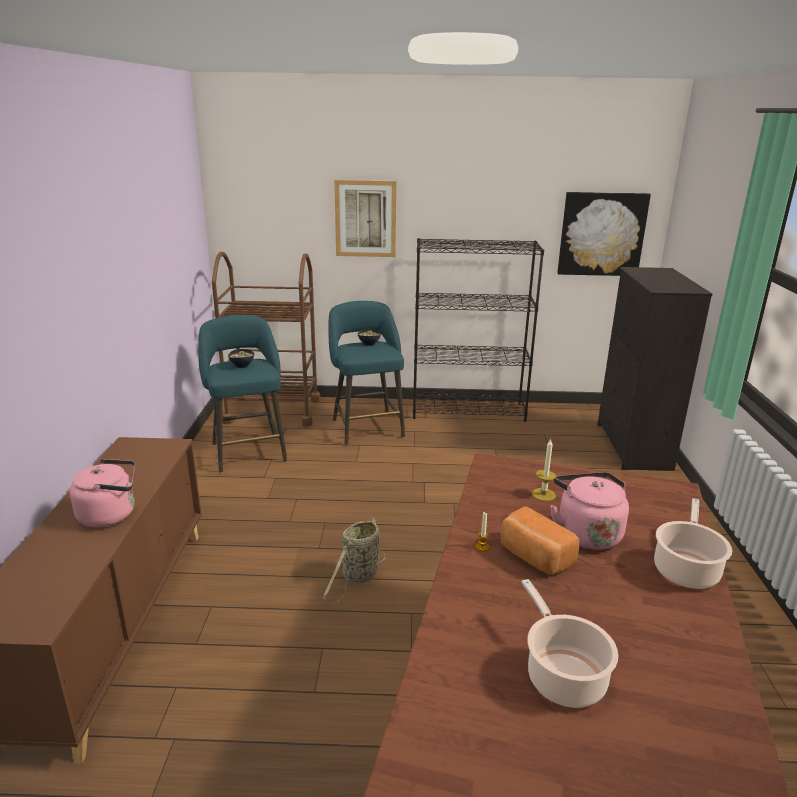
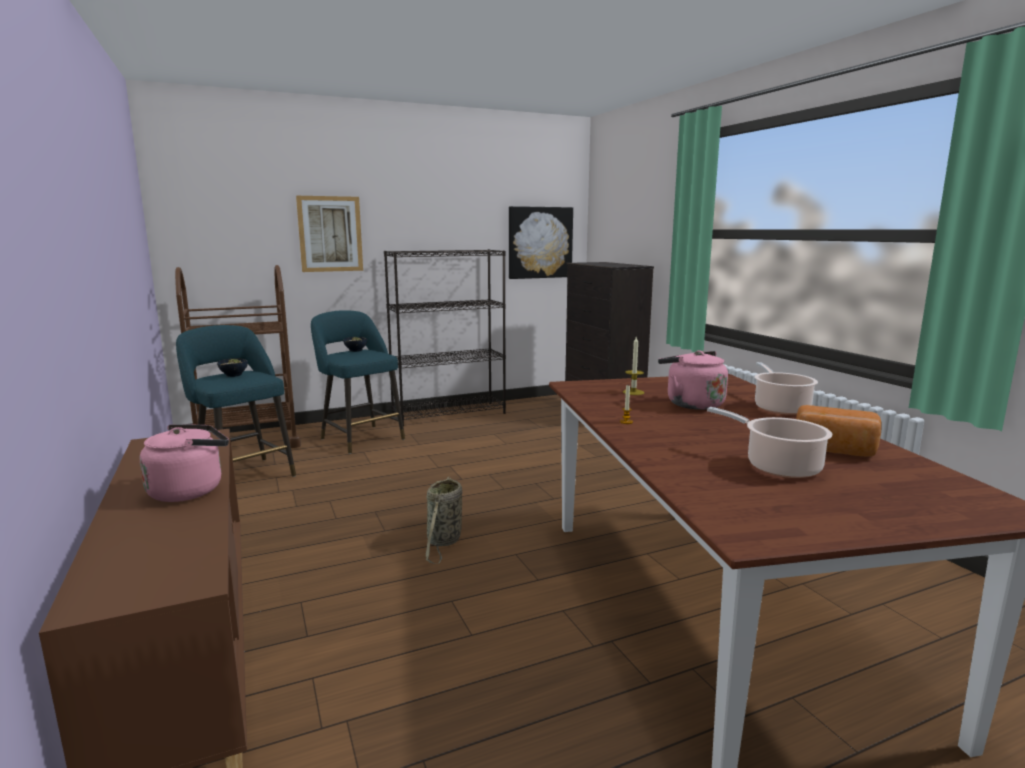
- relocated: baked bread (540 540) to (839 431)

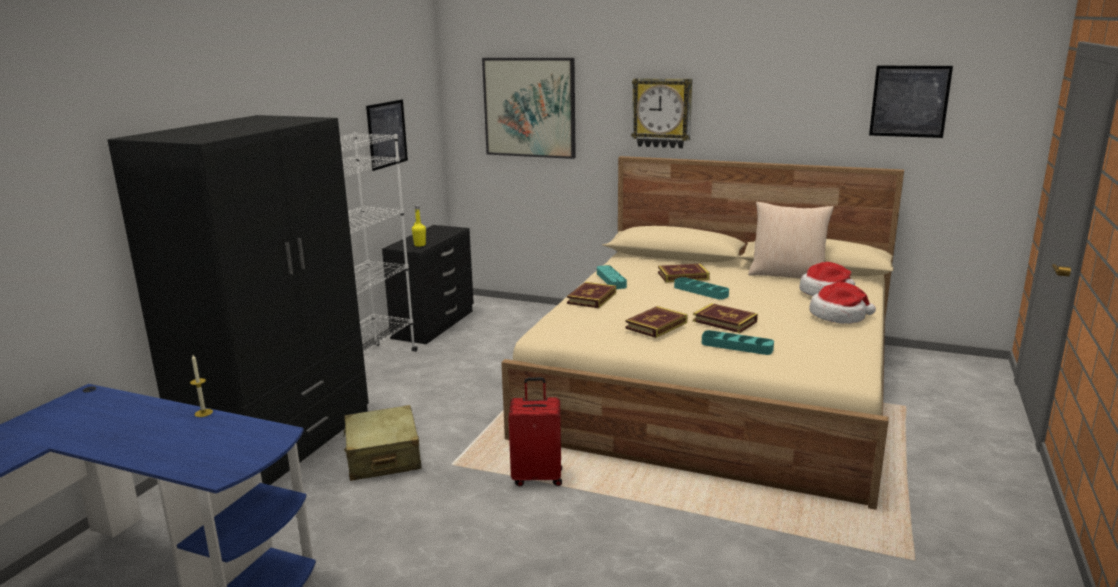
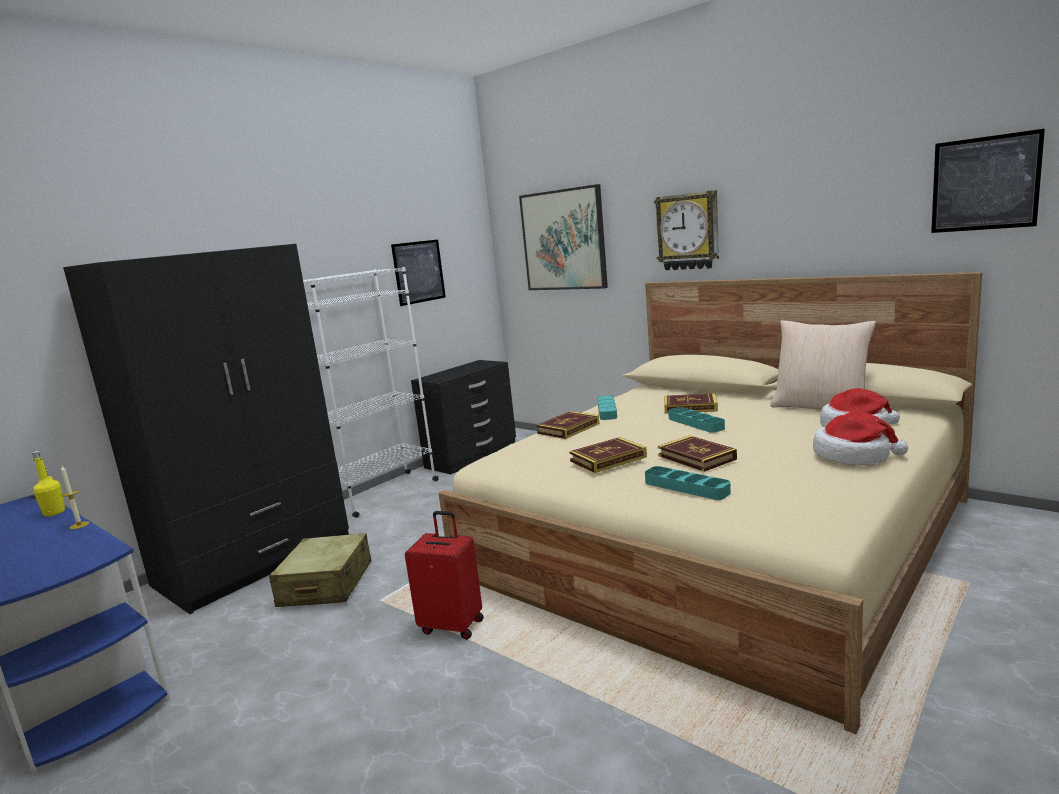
- relocated: bottle/yellow-coloured (419 226) to (48 483)

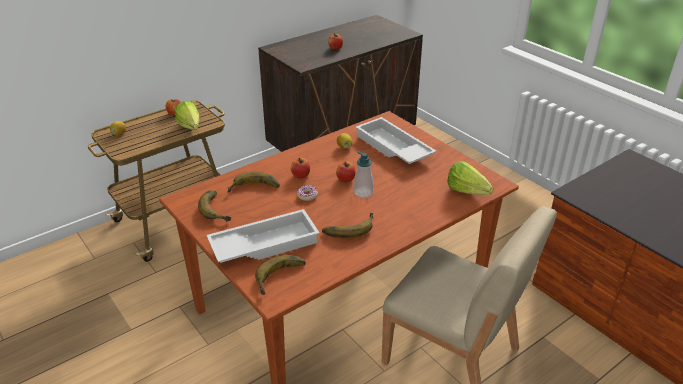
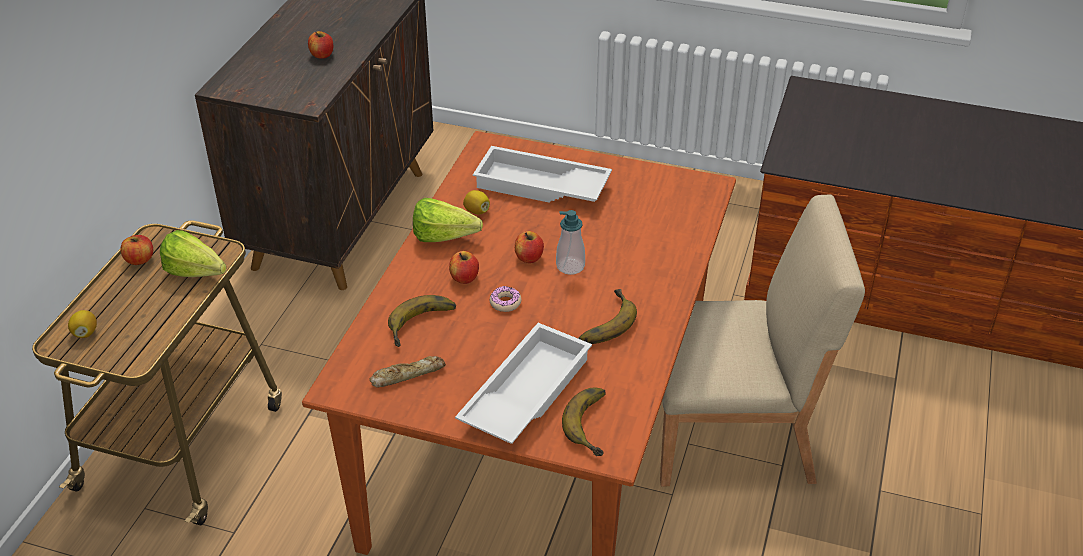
- relocated: head of lettuce (470 178) to (448 220)
- exchanged: banana fruit (214 206) to baked bread (407 372)

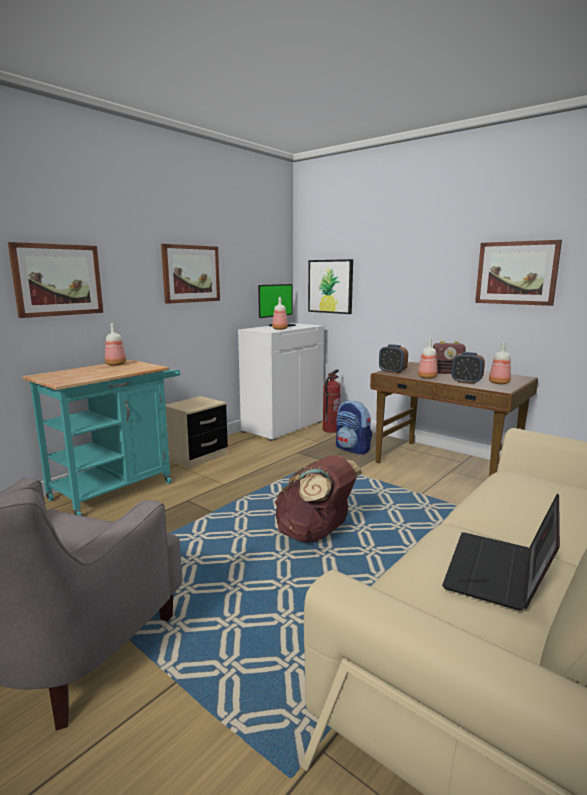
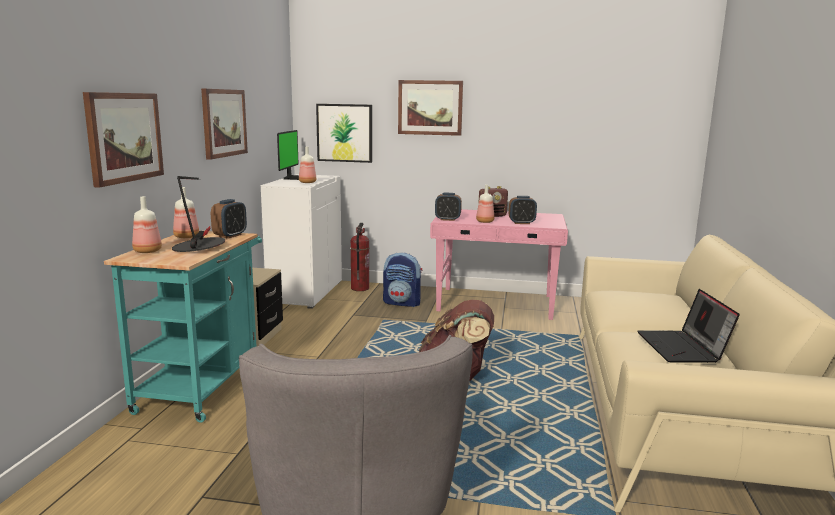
- relocated: wall art (518 273) to (430 108)
- relocated: bottle (500 363) to (147 224)
- colour: desk unit/brown (454 419) to desk unit/pink (499 264)
- appeared: table lamp (198 214)
- appeared: bedside clock (229 218)

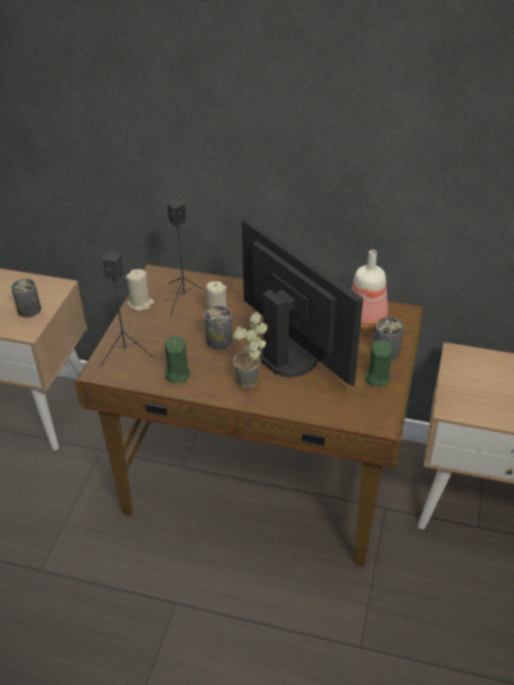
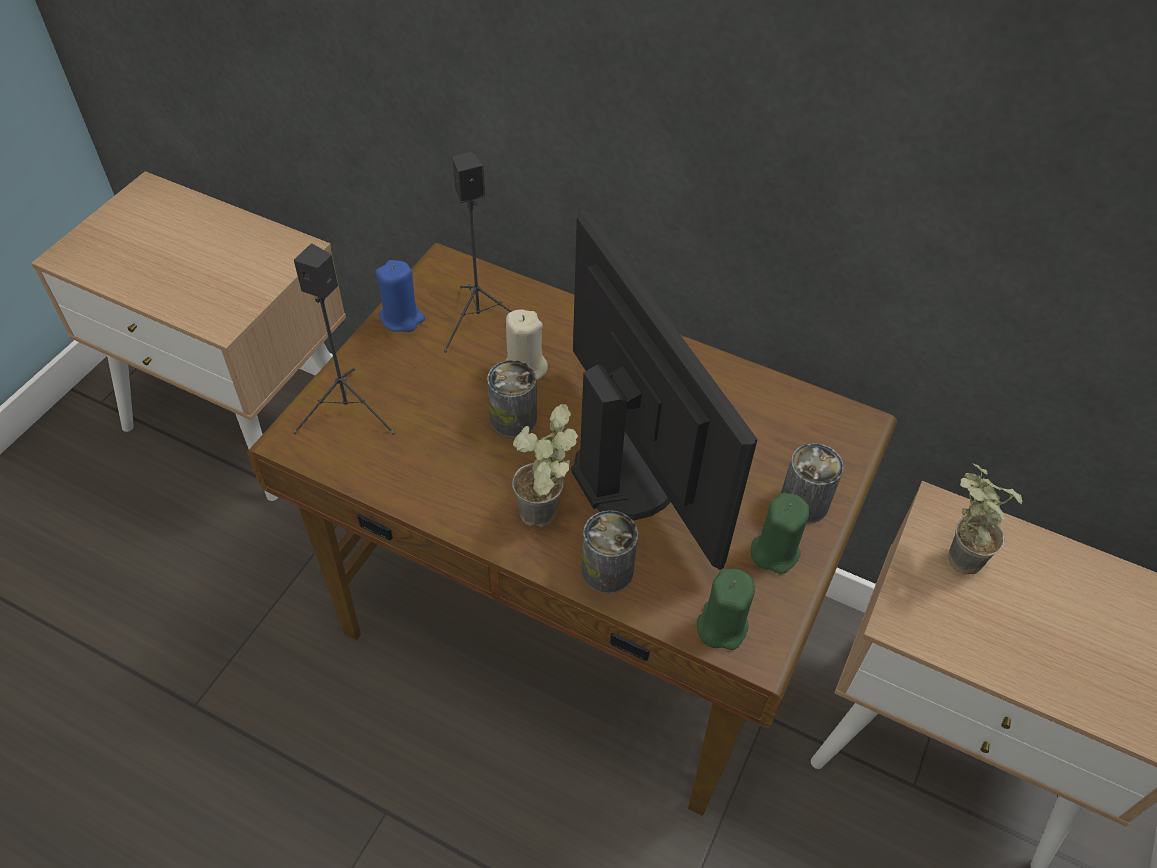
- missing: bottle (369 290)
- colour: candle/sand-coloured (140 290) to candle/bluish (400 296)
- relocated: sealed can (26 298) to (609 552)
- relocated: candle/green (177 359) to (726 609)
- appeared: plant in a pot (985 519)

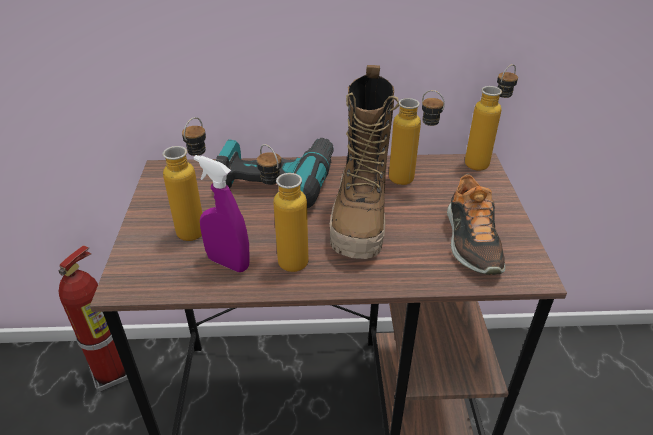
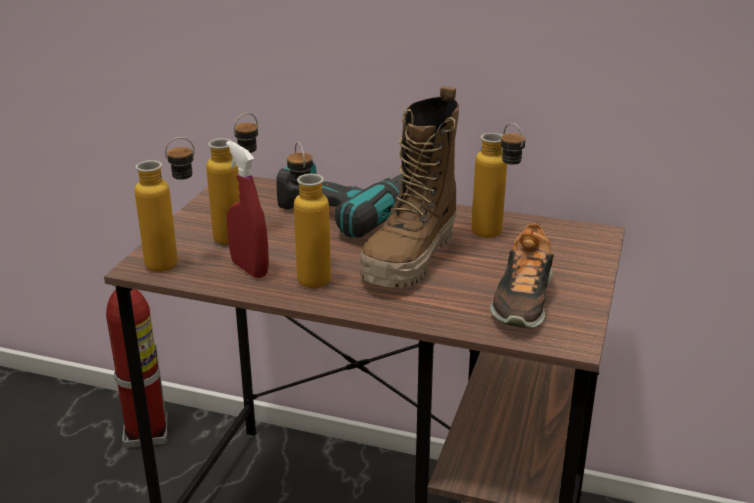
- relocated: bottle (491 117) to (165 204)
- colour: hand sprayer/purple-coloured (222 213) to hand sprayer/reddish (247 209)

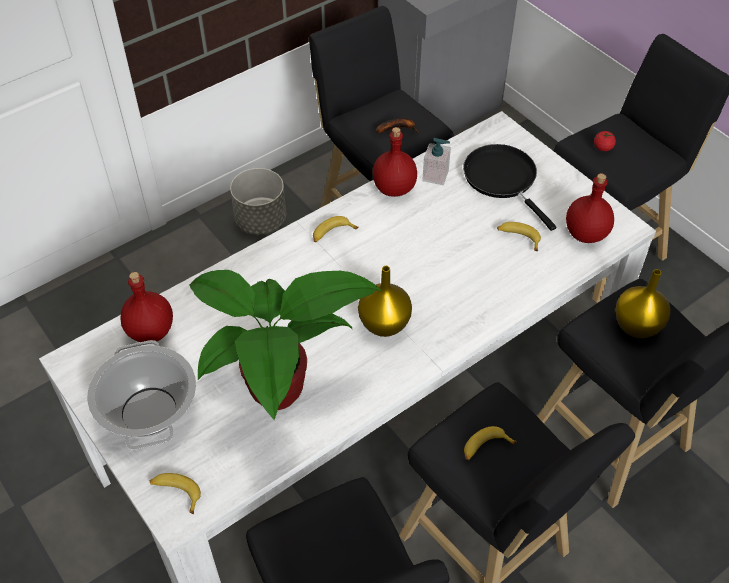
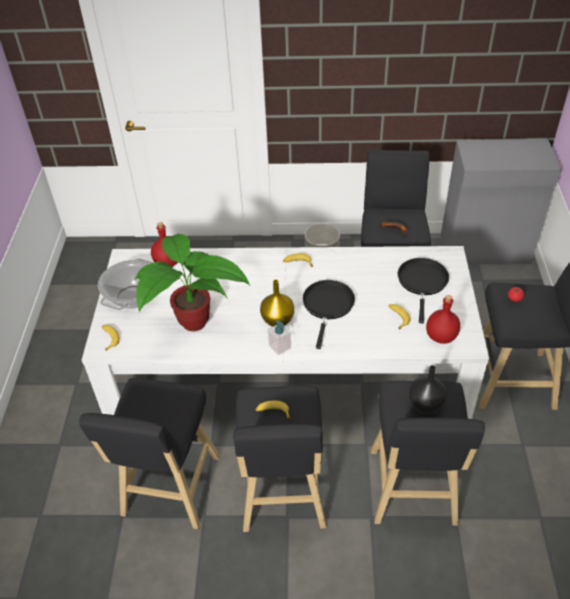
- missing: bottle/reddish (395 162)
- relocated: soap dispenser (436 161) to (279 337)
- colour: flower vase/yellow-coloured (642 303) to flower vase/black-coloured (427 389)
- appeared: pan/black-coloured (328 314)

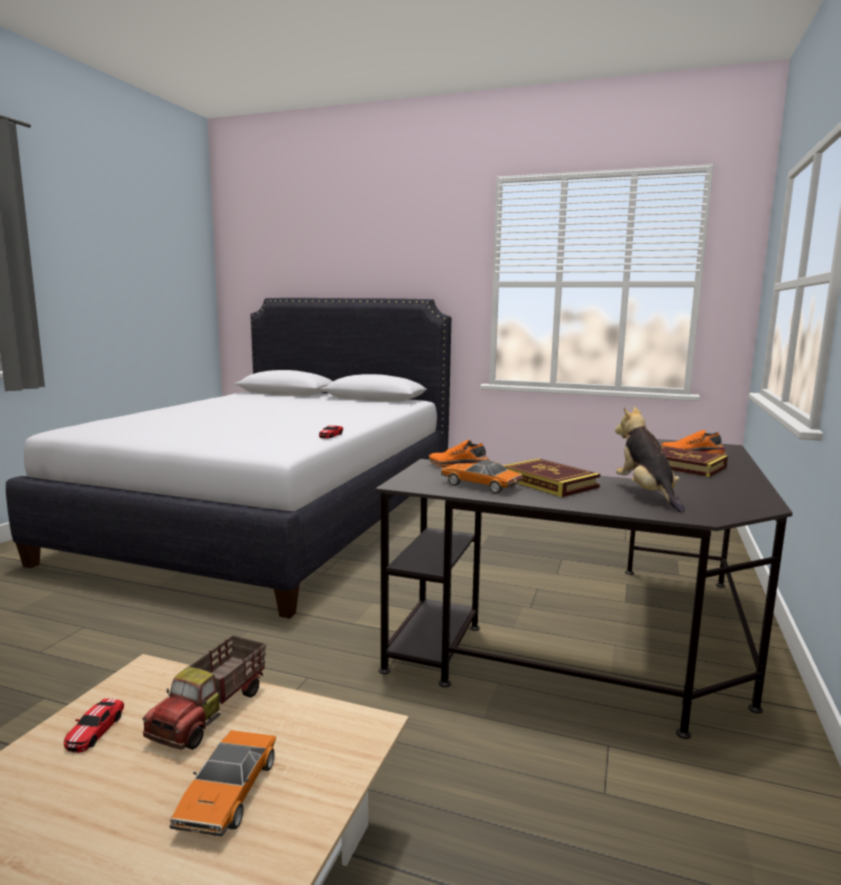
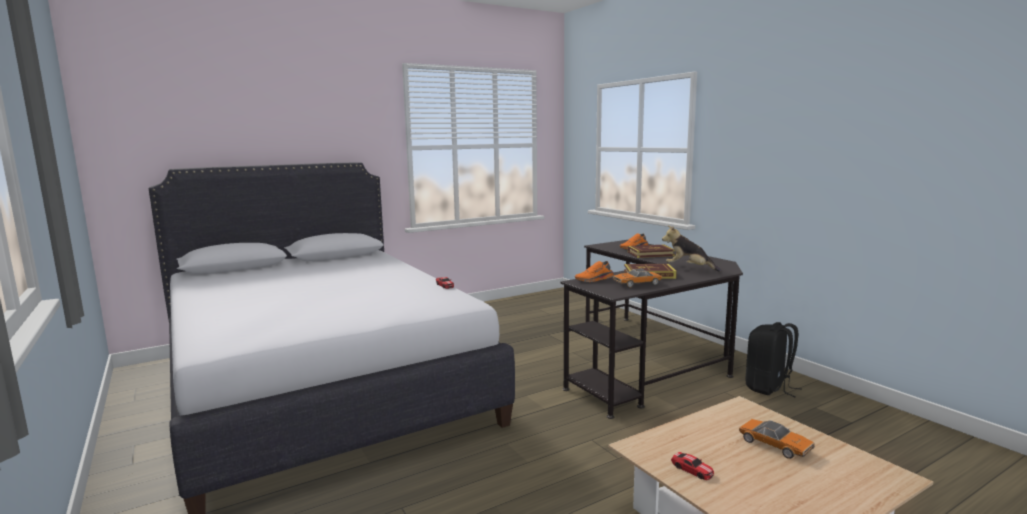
- missing: toy lorry (204 692)
- appeared: rucksack/black-coloured (773 359)

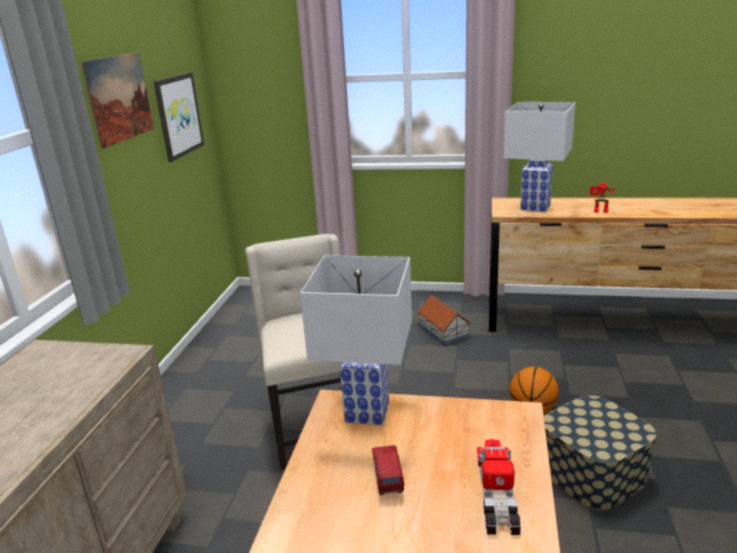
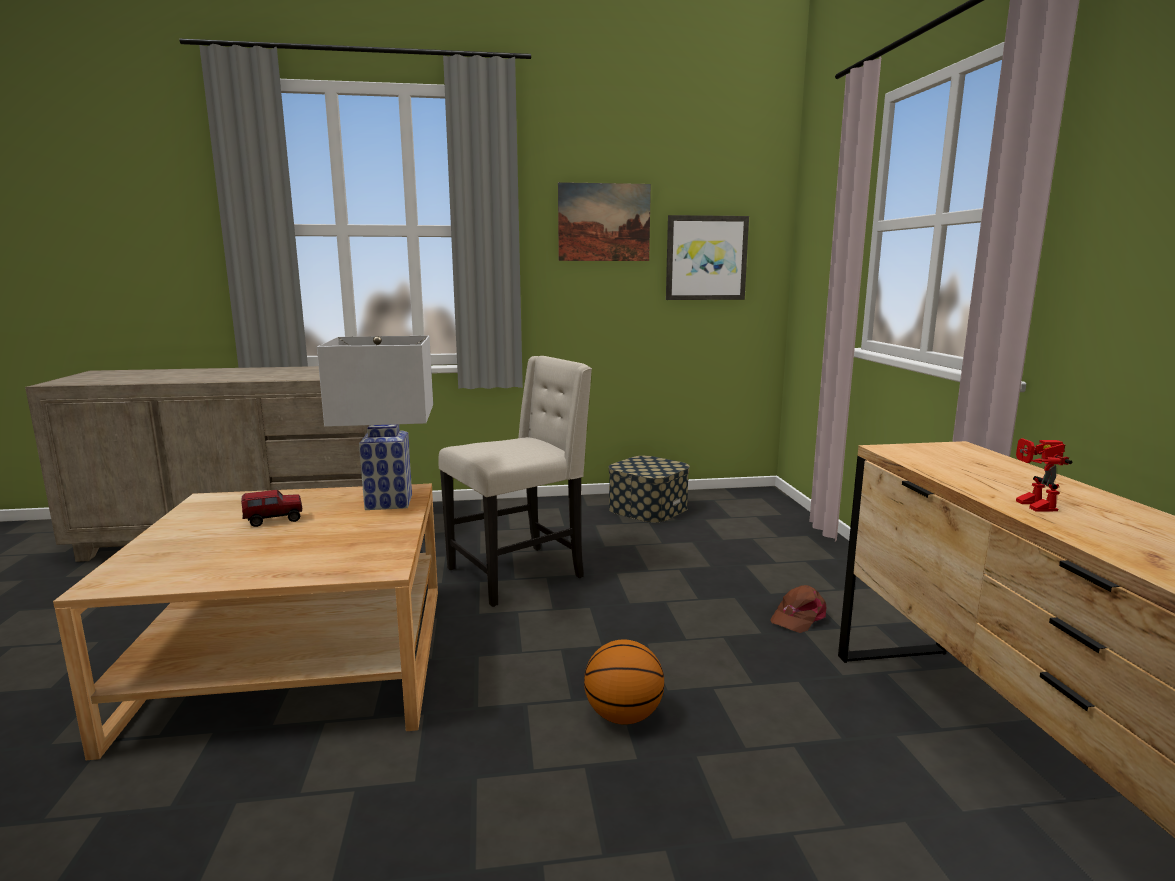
- missing: table lamp/whitish (540 157)
- exchanged: toy house (444 320) to cap/brown (798 609)
- relocated: storage container (600 452) to (649 489)
- missing: toy lorry (499 487)

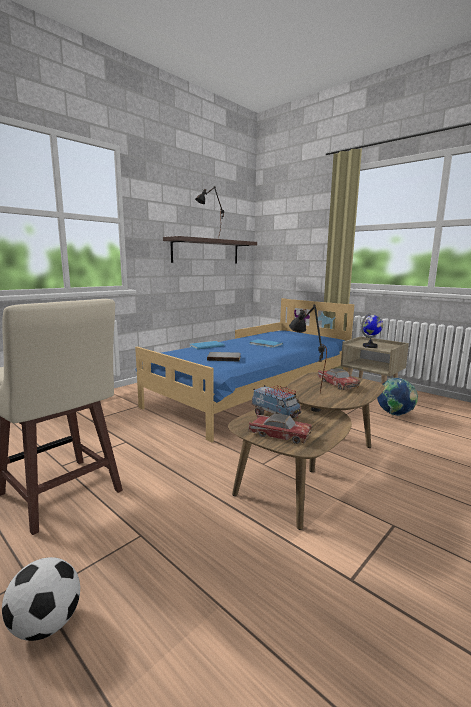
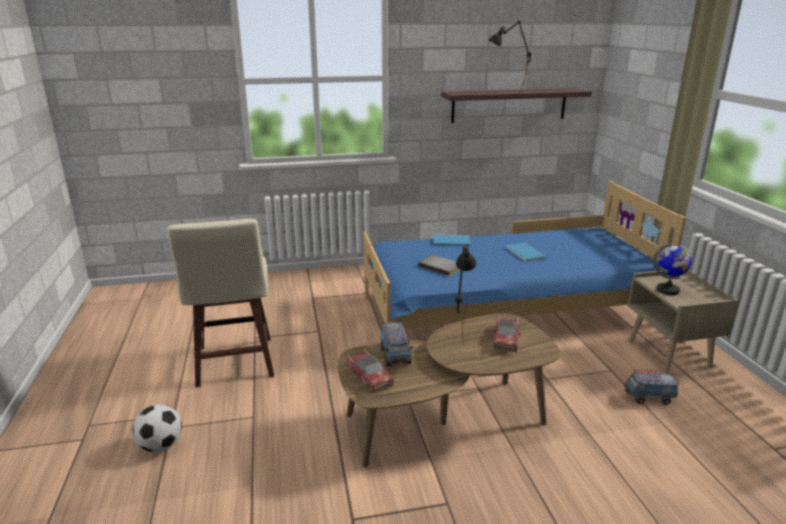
- exchanged: world globe (397 397) to toy lorry (651 387)

